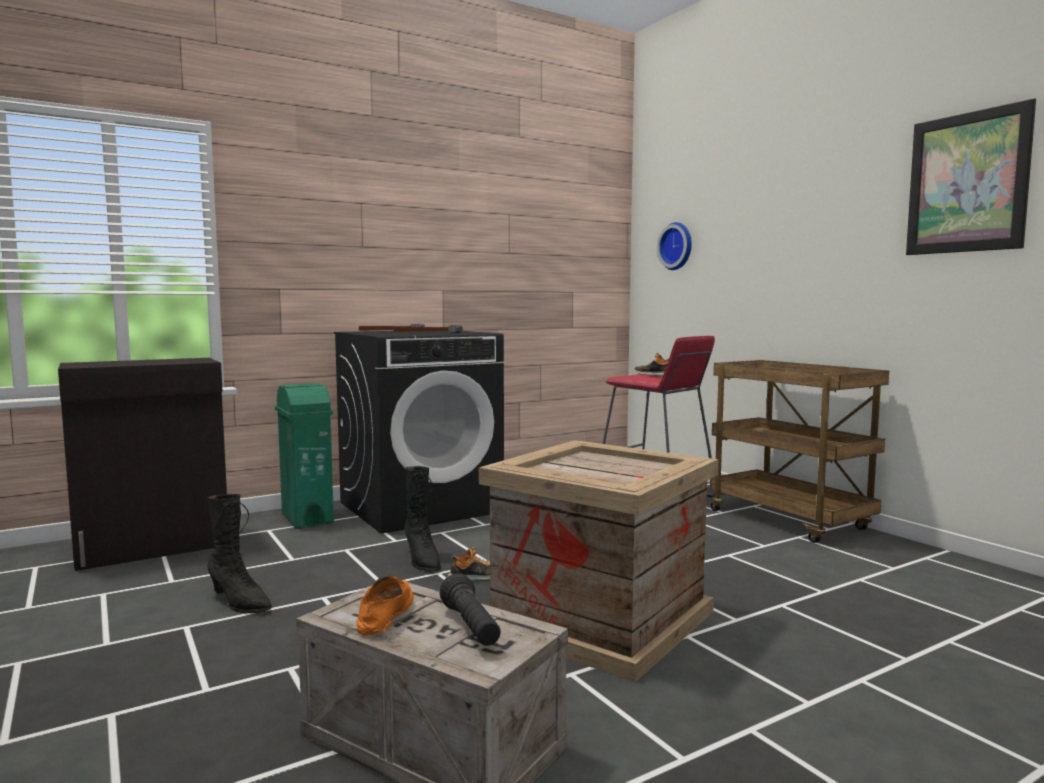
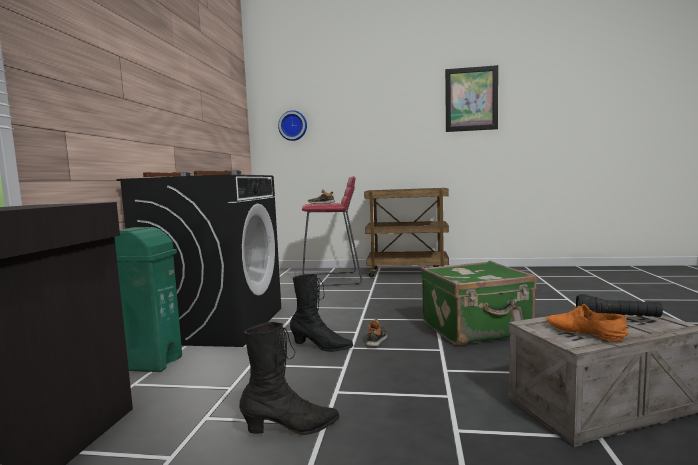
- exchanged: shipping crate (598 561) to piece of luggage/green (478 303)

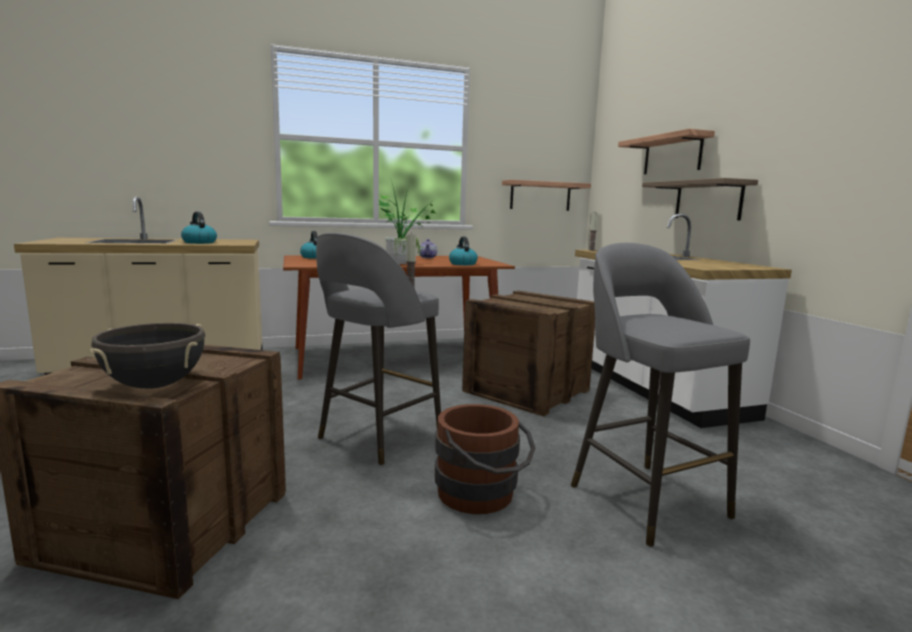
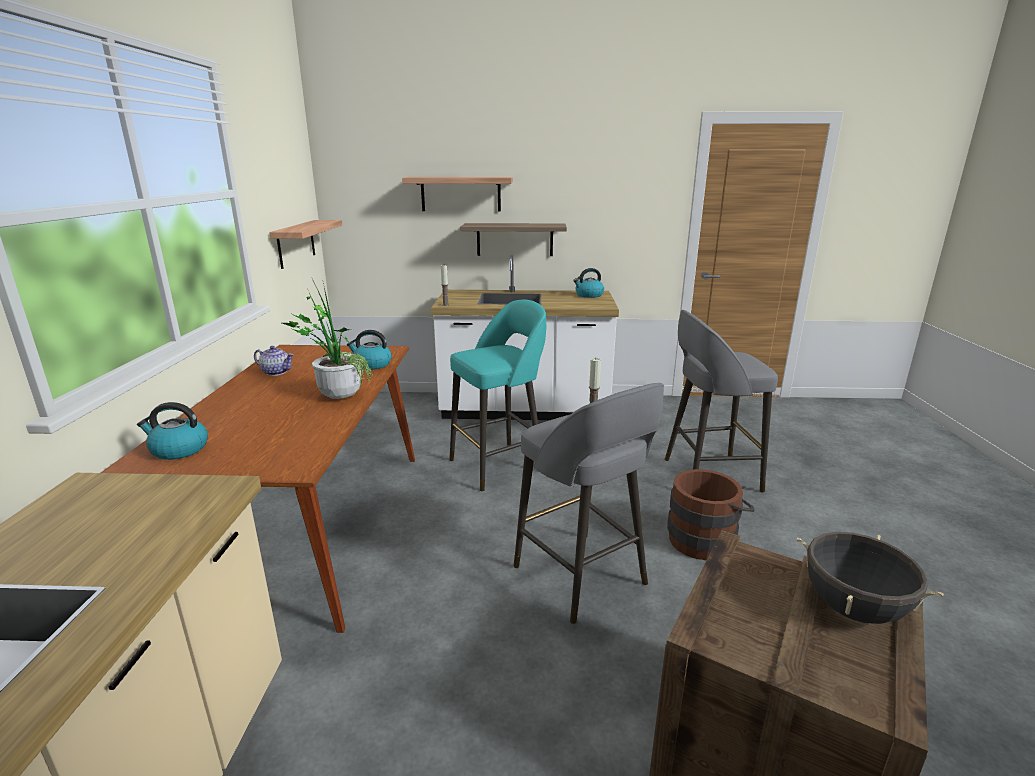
- relocated: water kettle (199 228) to (588 283)
- exchanged: shipping crate (528 354) to stool/turquoise (497 396)

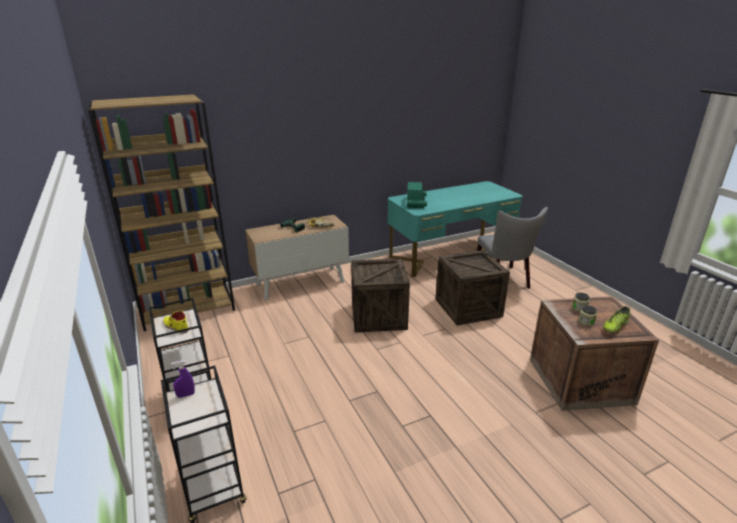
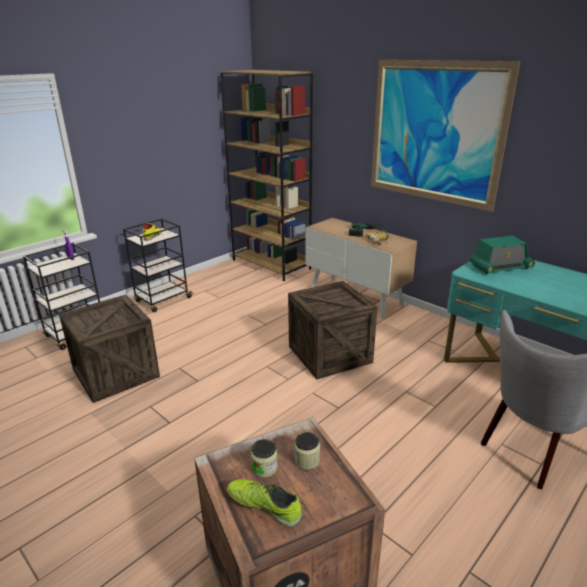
- relocated: shipping crate (473 287) to (109 349)
- appeared: wall art (445 136)

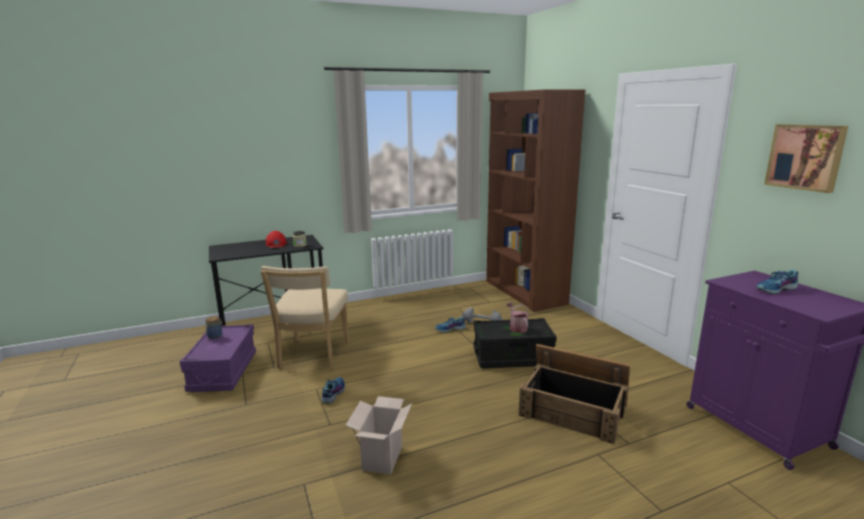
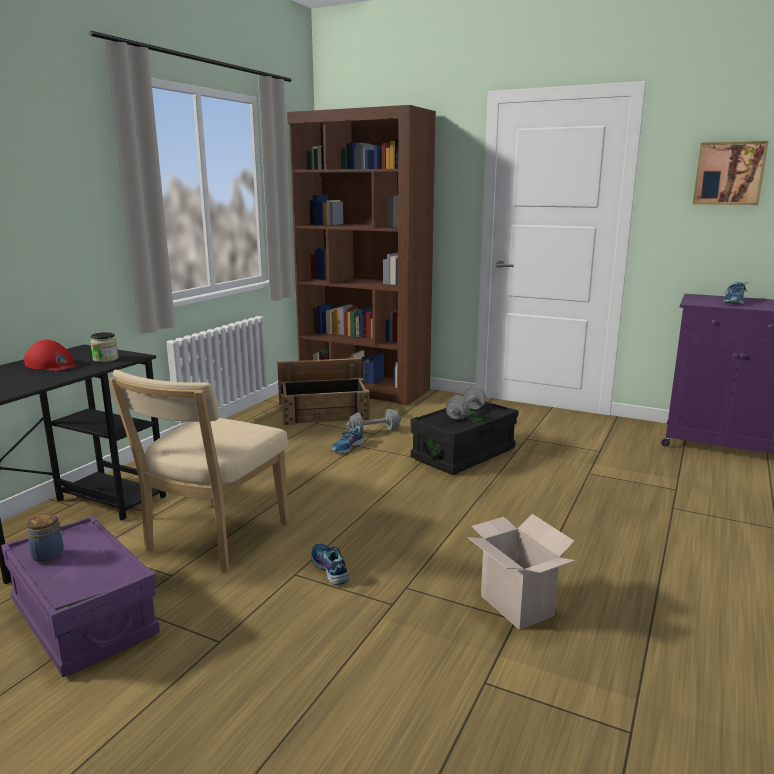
- spun: chair/sand-coloured (305 318) = (199 471) 60 degrees clockwise
- exchanged: watering can (518 318) to dumbbell/gray (466 403)
- relocated: shipping crate (574 394) to (323 391)

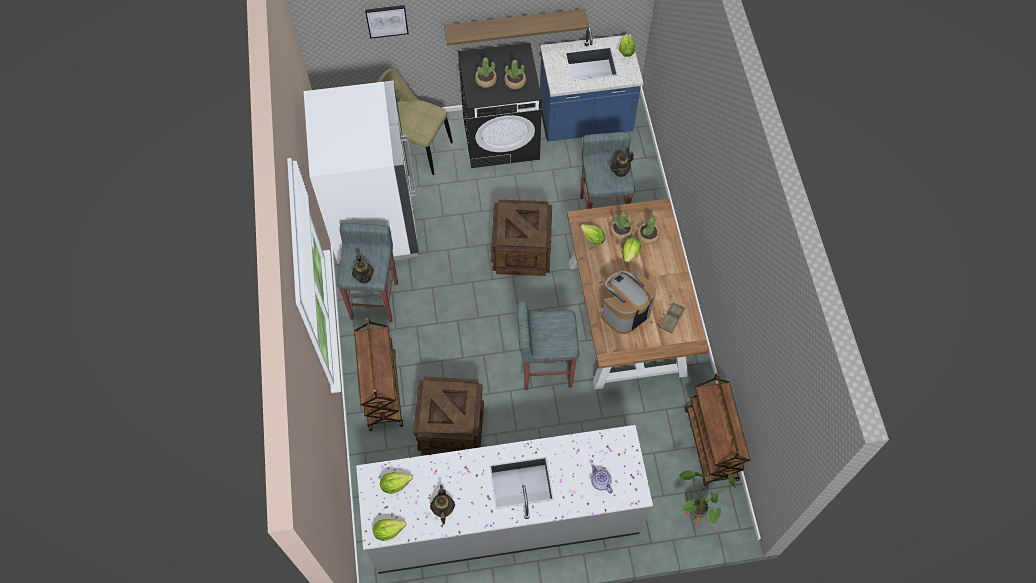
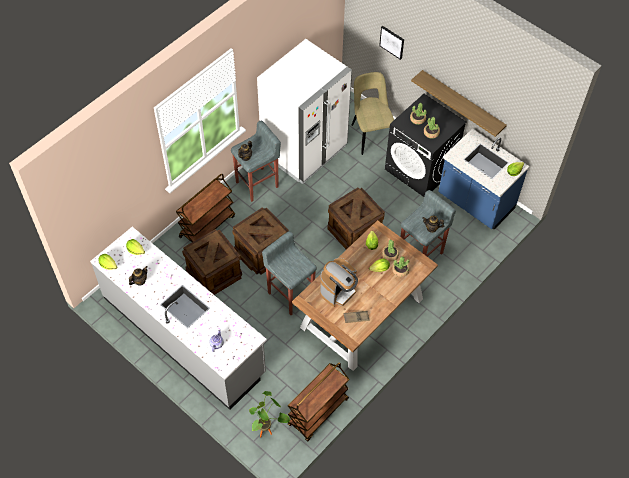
- spun: coffee brewer (628 302) = (339 282) 120 degrees clockwise
- appeared: shipping crate (260 241)

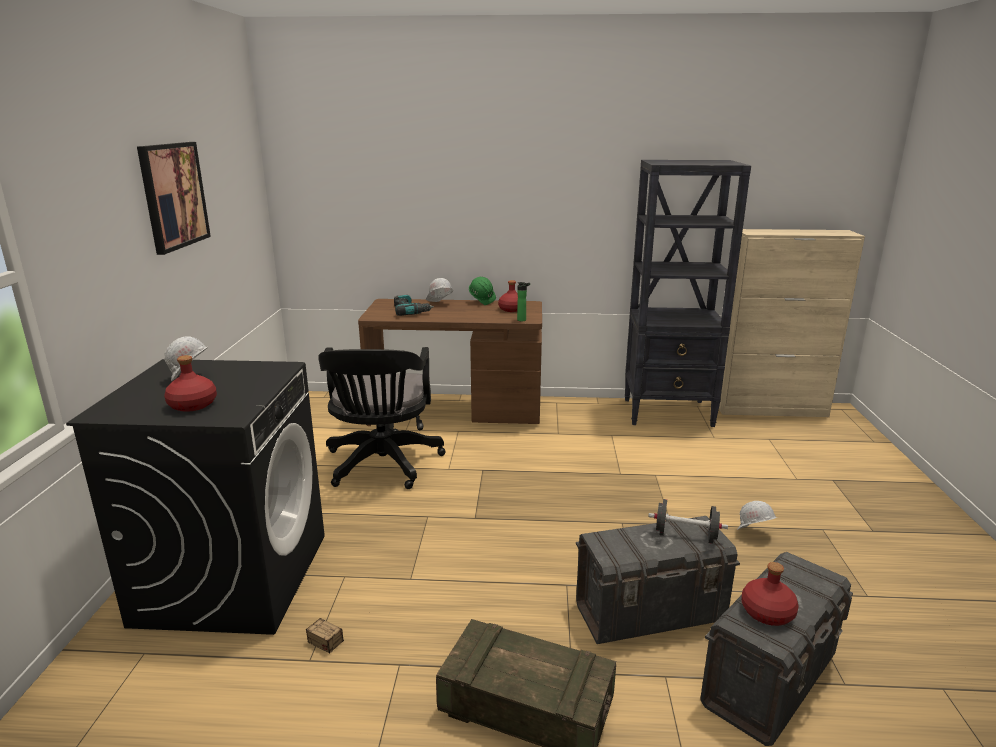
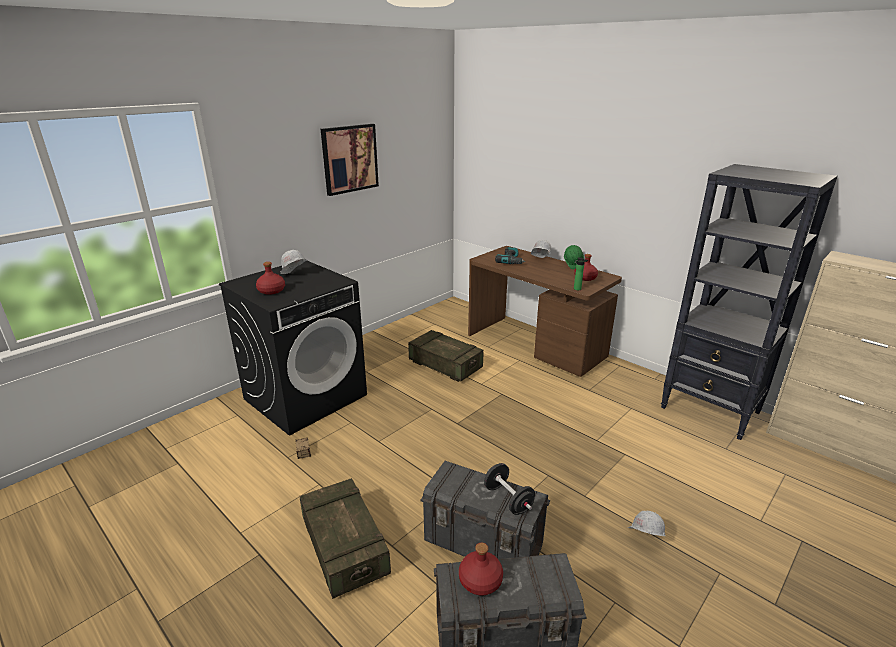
- exchanged: desk chair/black-coloured (382 418) to shipping crate (446 356)

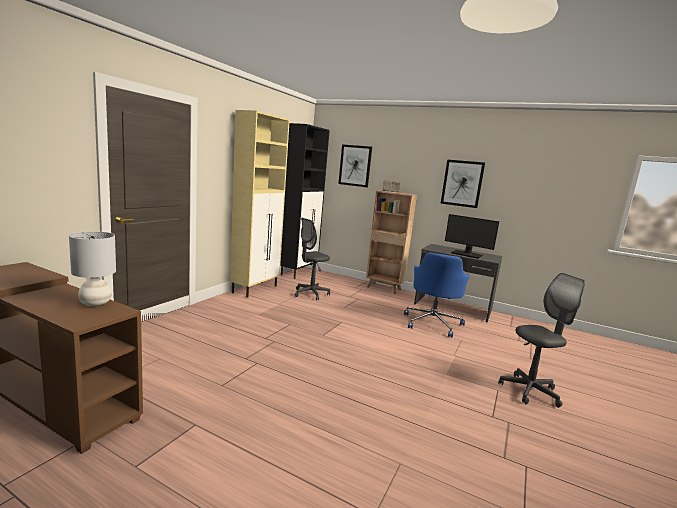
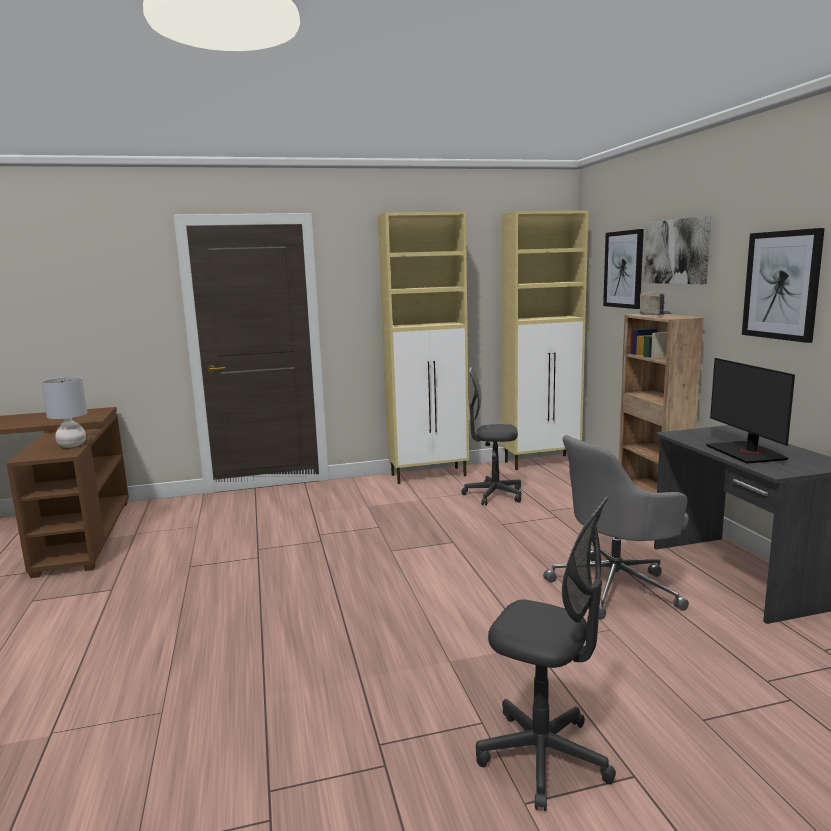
- colour: cabinet/black-coloured (305 201) to cabinet/sand-coloured (545 340)
- colour: desk chair/bluish (437 295) to desk chair/gray (616 527)
- appeared: wall art (677 249)

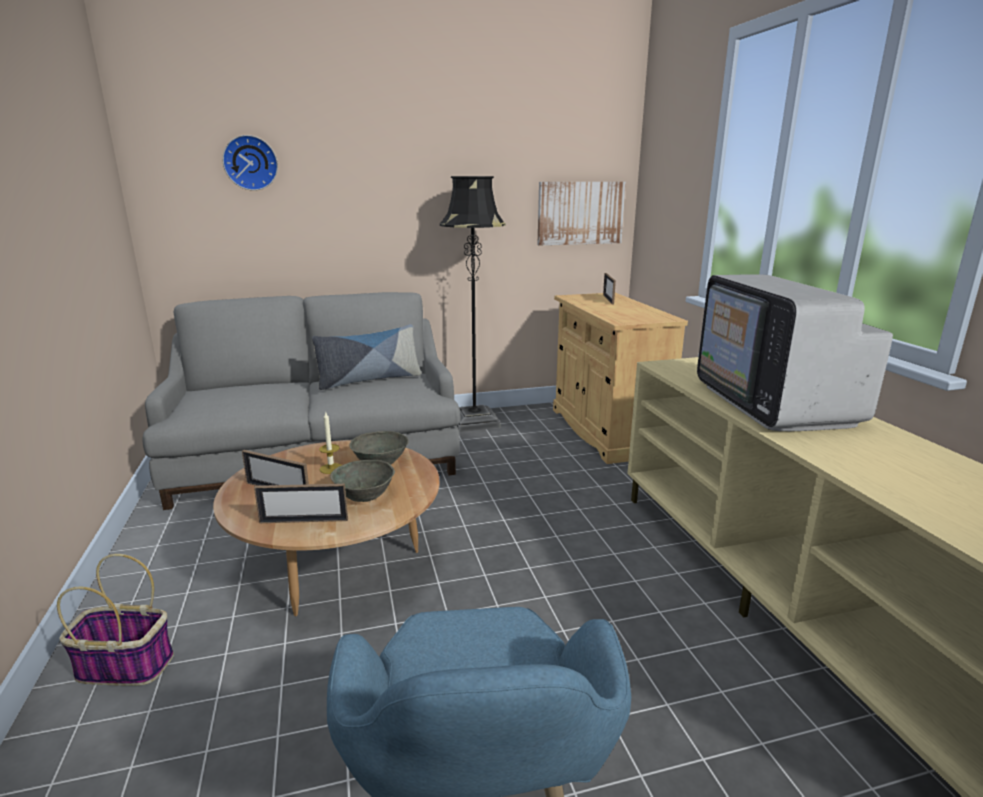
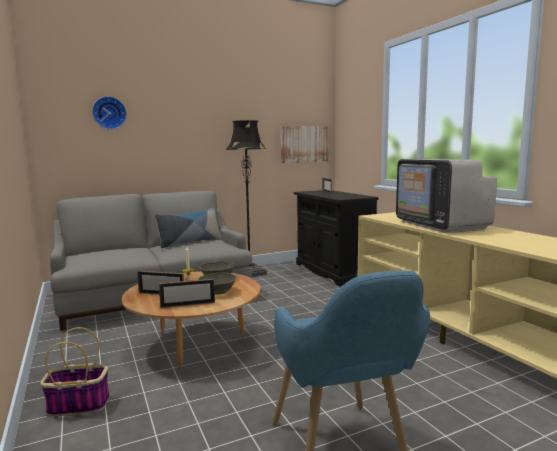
- colour: cabinet/sand-coloured (620 378) to cabinet/black-coloured (336 238)

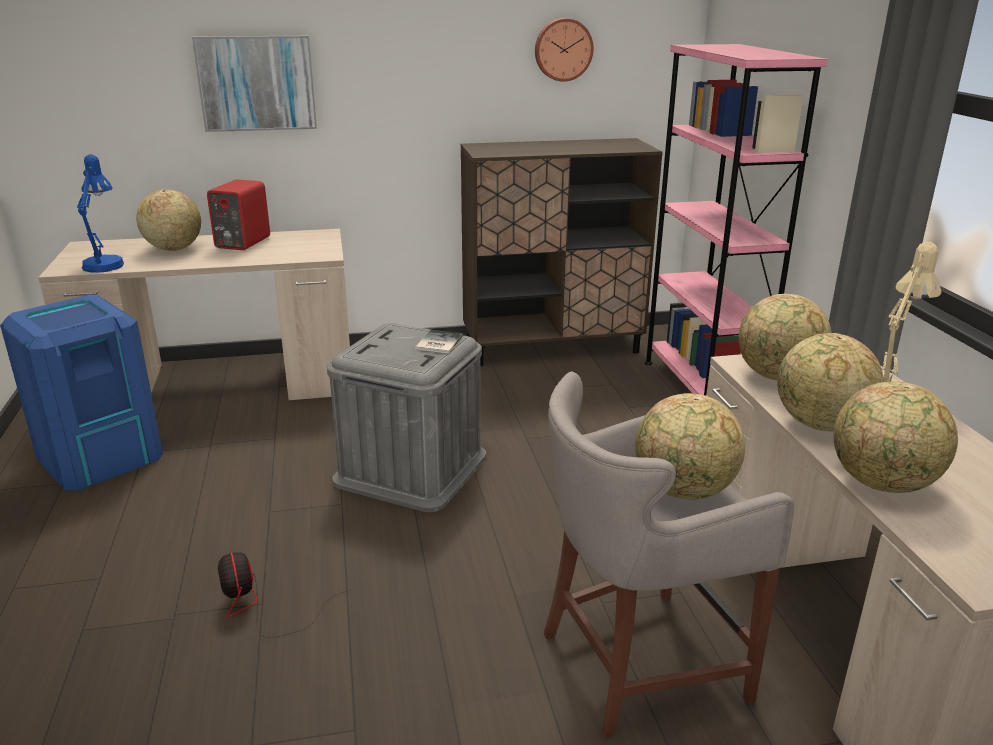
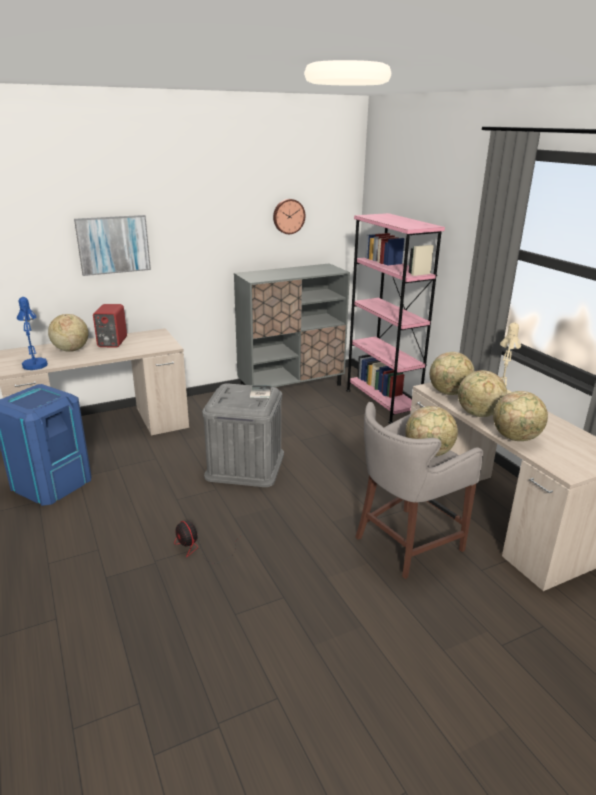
- colour: cabinet/brown (562 252) to cabinet/gray (292 325)

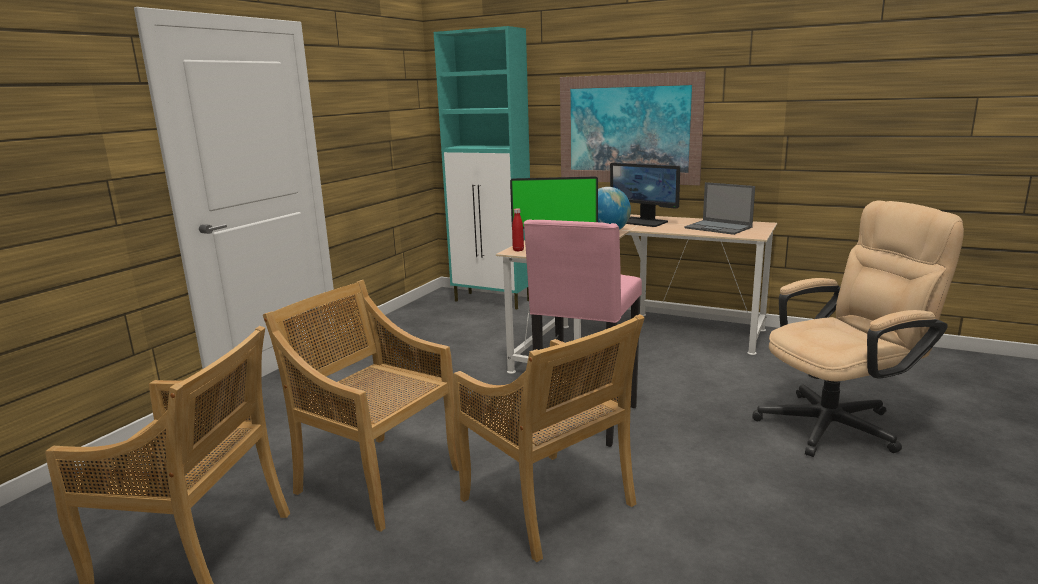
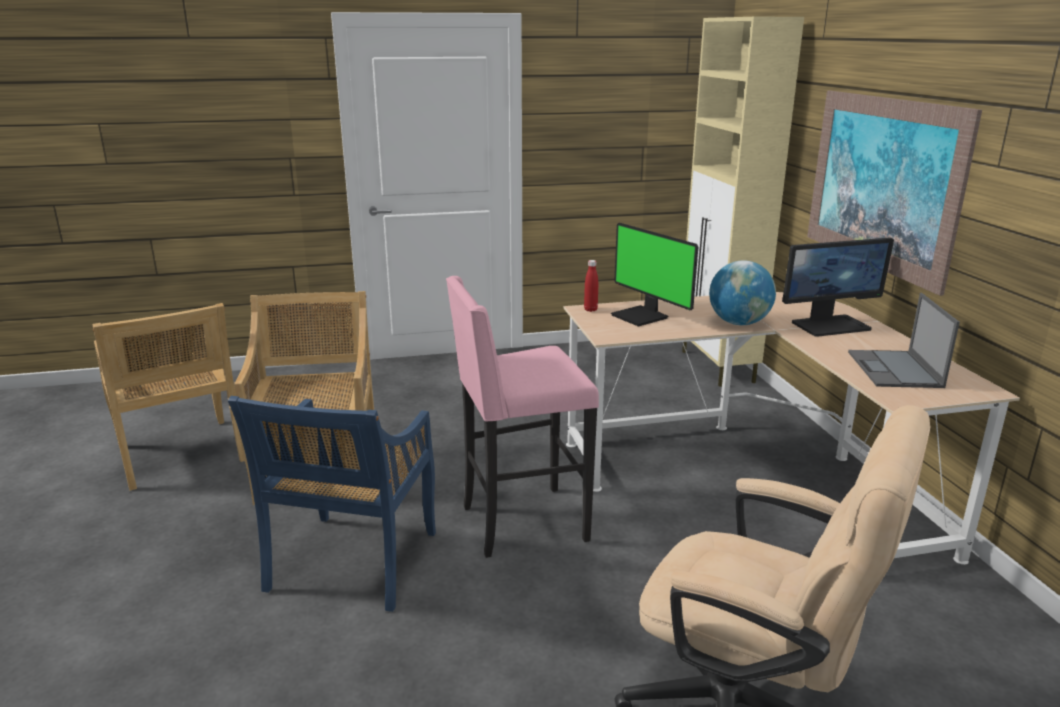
- colour: cabinet/turquoise (482 167) to cabinet/sand-coloured (743 202)
- spun: computer display (645 194) = (838 287) 105 degrees counterclockwise
- colour: chair/sand-coloured (549 438) to chair/bluish (332 504)

